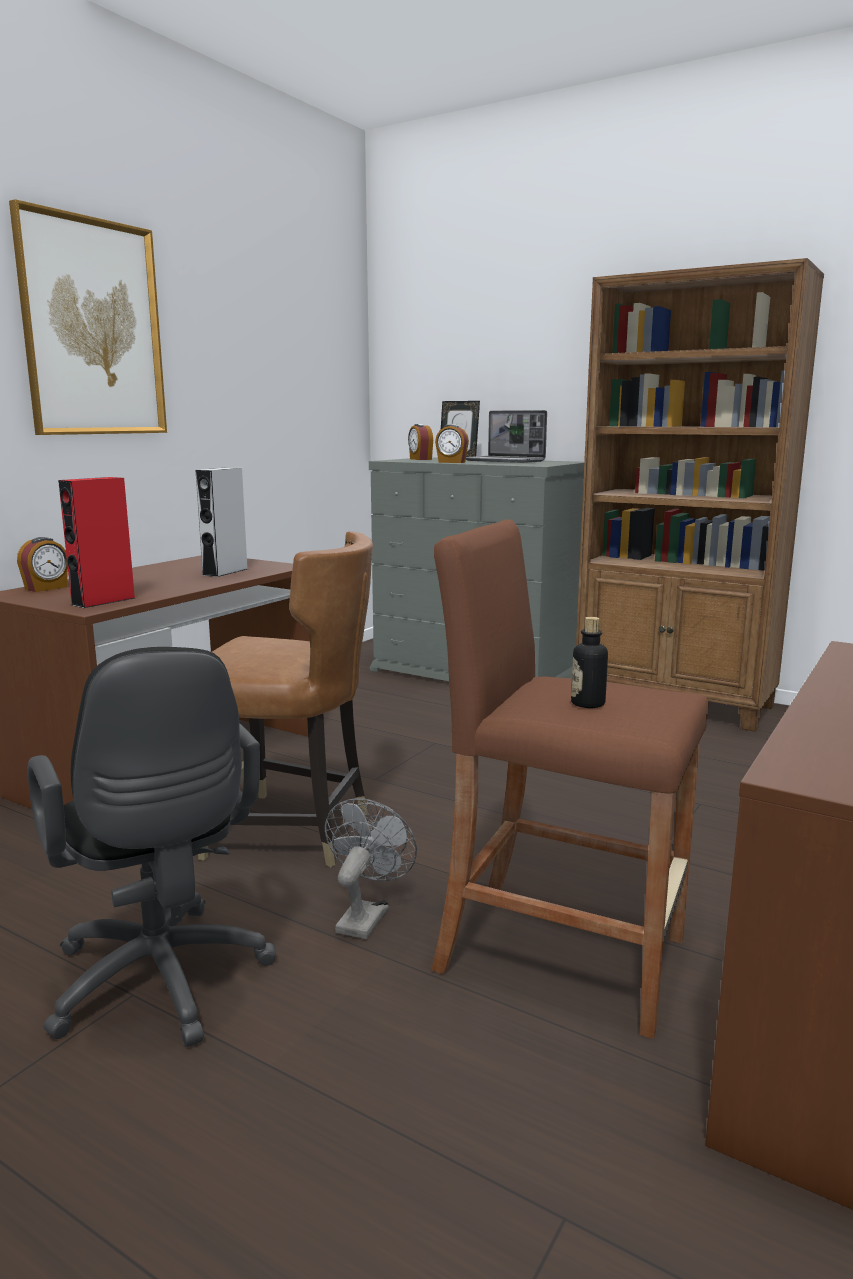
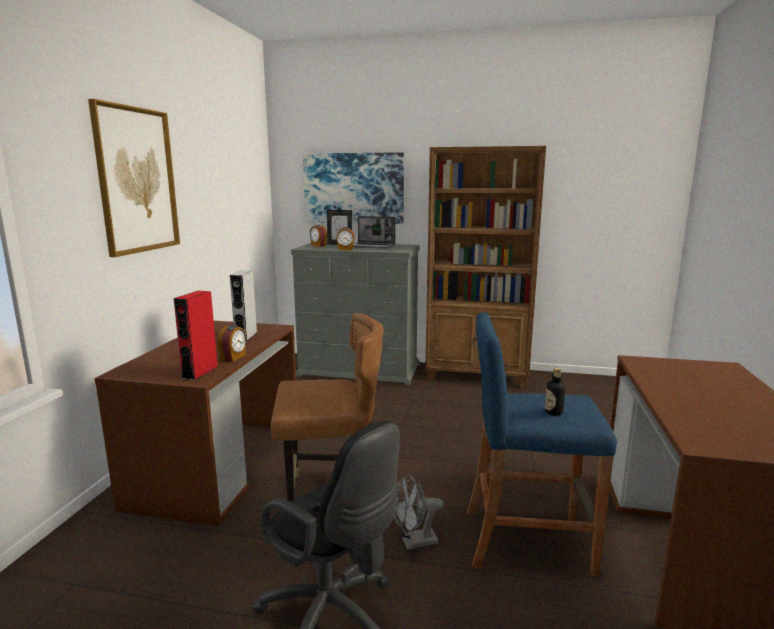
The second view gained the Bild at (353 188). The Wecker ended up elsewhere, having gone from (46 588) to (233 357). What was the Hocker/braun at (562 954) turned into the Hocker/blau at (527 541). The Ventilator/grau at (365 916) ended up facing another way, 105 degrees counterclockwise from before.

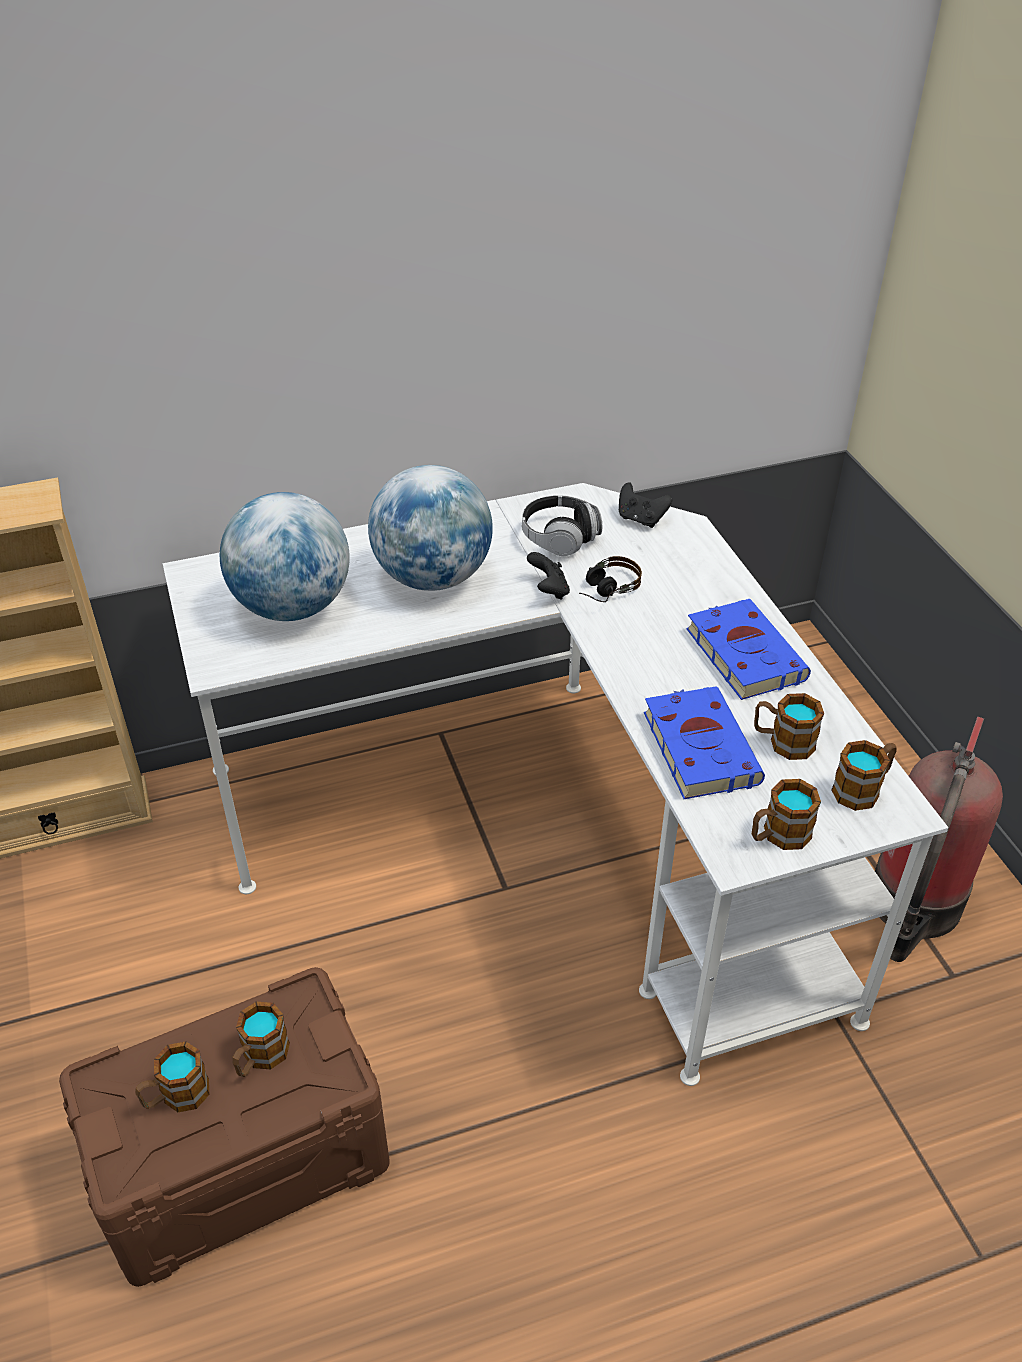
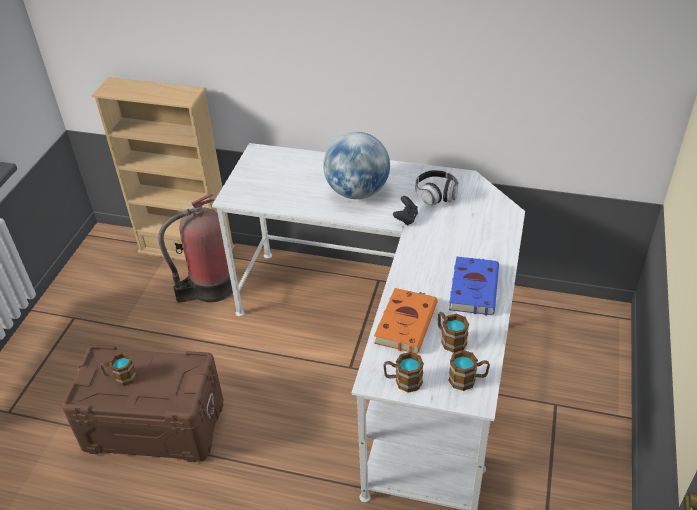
The second view lost the Globus at (292 607). The second view lost the Henkelbecher at (260 1057). The second view lost the Kopfhörer at (604 591). The second view lost the Gamepad/schwarz at (641 519). The Feuerlöscher ended up elsewhere, having gone from (913 907) to (210 288). What was the Buch/blau at (698 745) turned into the Buch/orange at (406 322).

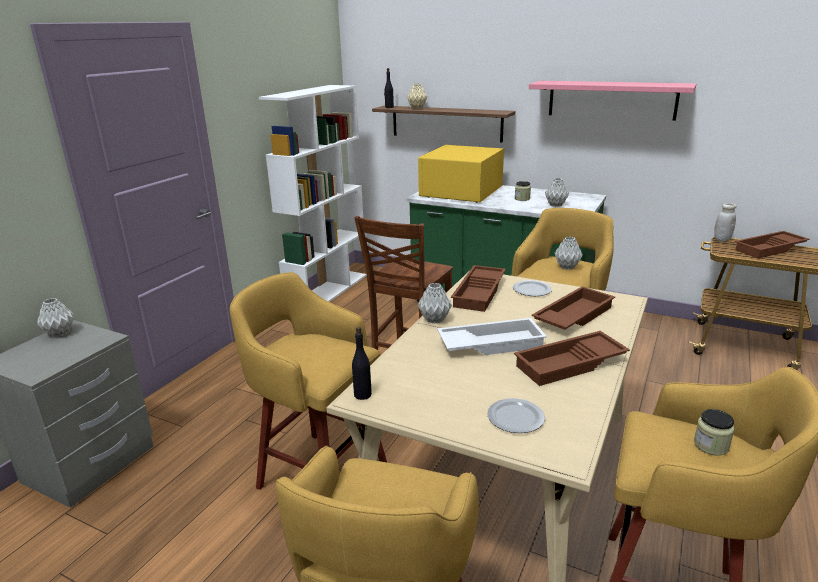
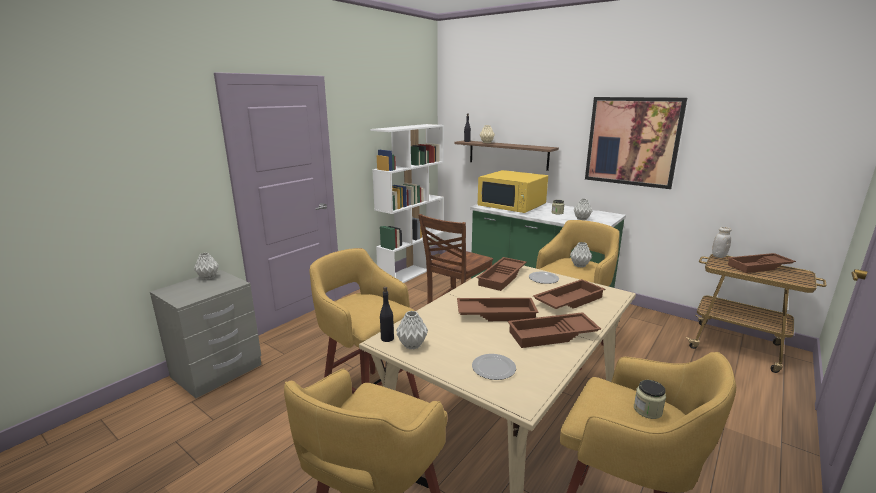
The Vase/grau ended up elsewhere, having gone from (435 319) to (413 345). Where the Wandregal/rosa hung at (611 99), the Bild came to hang at (632 141). What was the Tablett/weiß at (491 343) turned into the Tablett/braun at (496 313). The Mikrowelle/gelb at (461 192) ended up facing another way, 90 degrees counterclockwise from before.

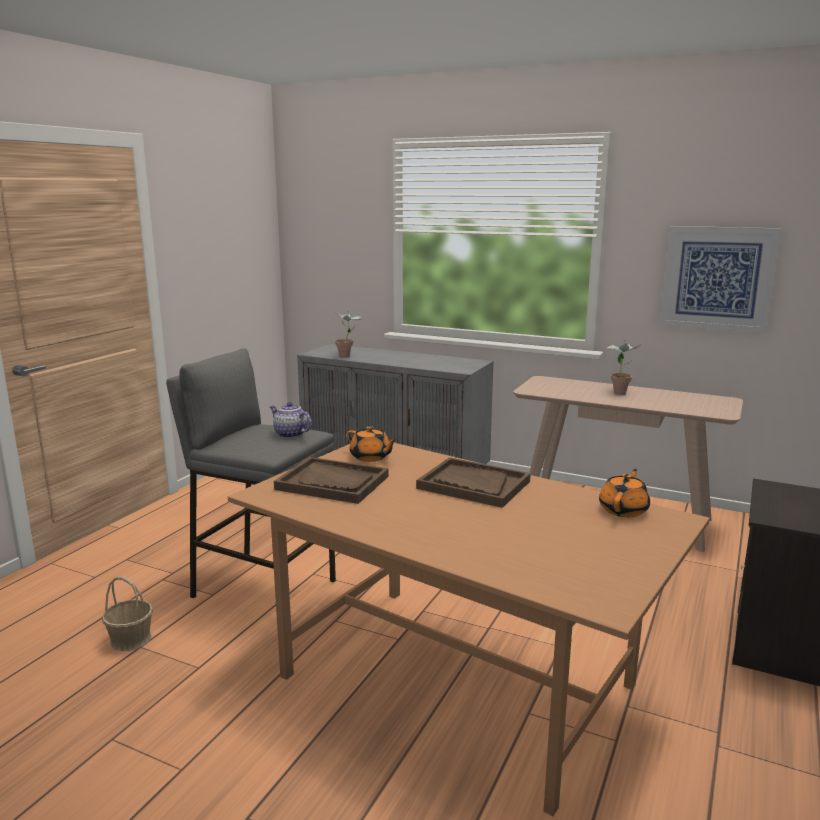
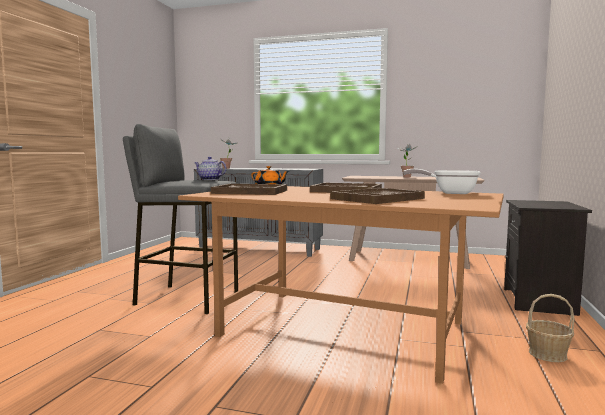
The second view lost the Bild at (717 278). The second view gained the Tablett/braun at (377 198). The Korb ended up elsewhere, having gone from (130 639) to (547 354). Where the Teekanne/orange stood at (624 510), the Pfanne came to stand at (449 193).

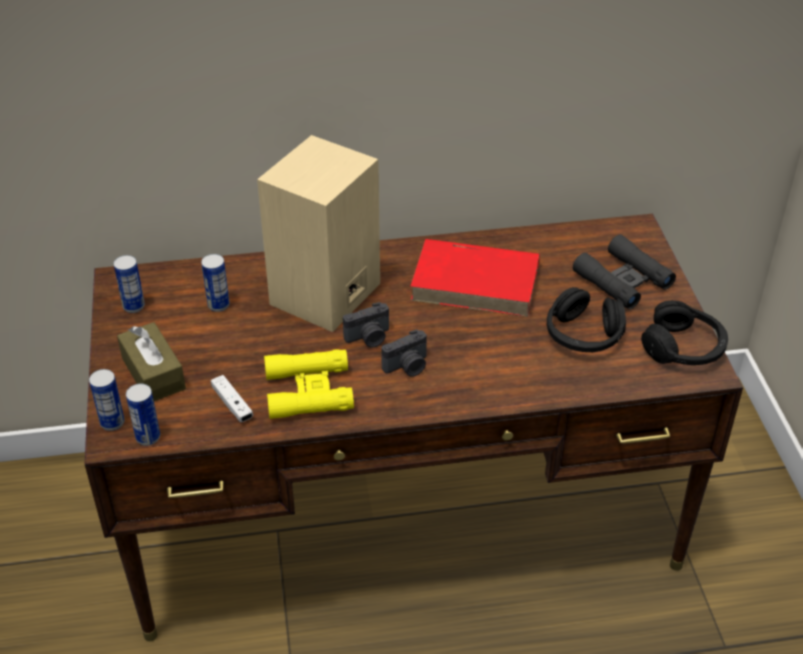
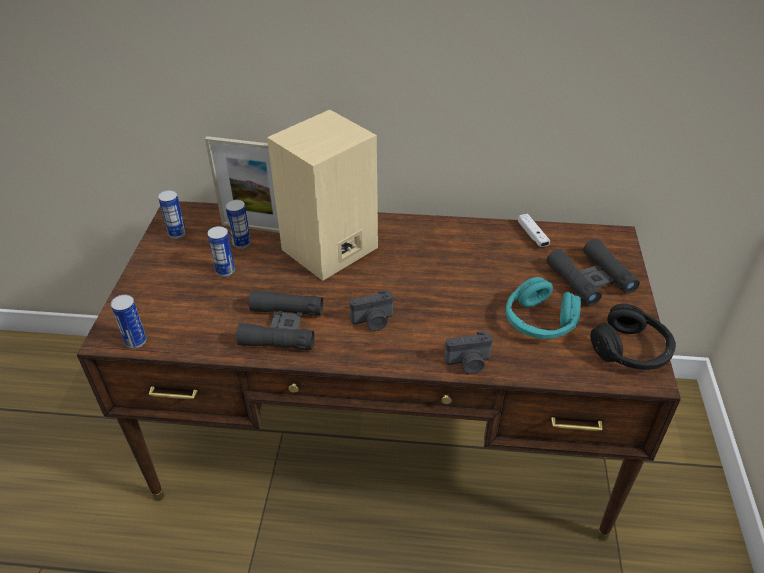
The second view lost the Taschentuchbox/braun at (153 373). The second view lost the Buch/rot at (477 282). The second view gained the Bilderrahmen at (256 228). The Dose ended up elsewhere, having gone from (112 422) to (225 271). The Gamepad/weiß ended up elsewhere, having gone from (232 404) to (532 235). The Kamera ended up elsewhere, having gone from (369 338) to (469 363). What was the Fernglas/gelb at (309 391) turned into the Fernglas/schwarz at (282 327). What was the Kopfhörer/schwarz at (583 335) turned into the Kopfhörer/türkis at (539 321).

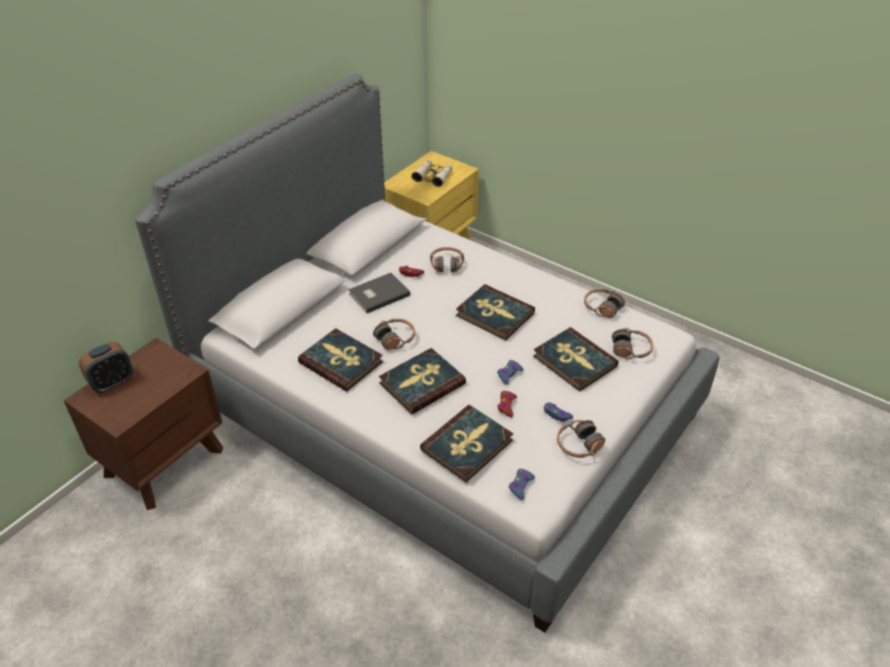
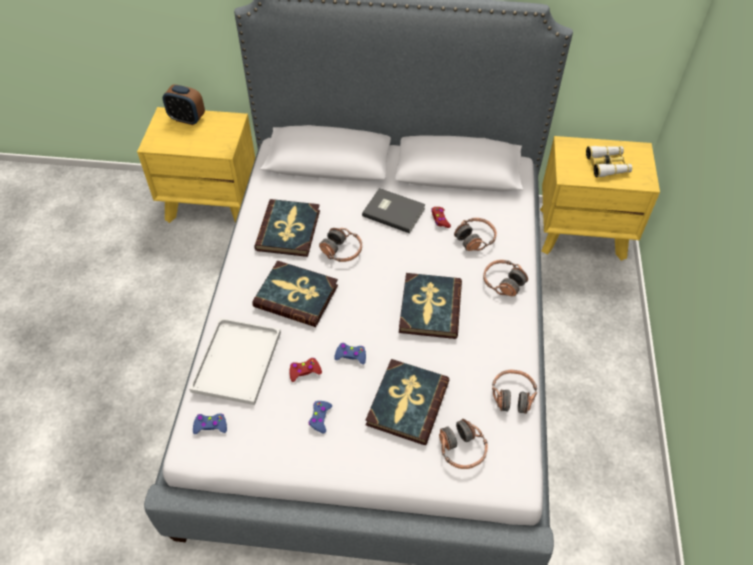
The Kopfhörer ended up elsewhere, having gone from (578 445) to (503 282). Where the Buch stood at (467 445), the Tablett/weiß came to stand at (237 363). What was the Nachttisch/braun at (164 461) turned into the Nachttisch/gelb at (212 203).

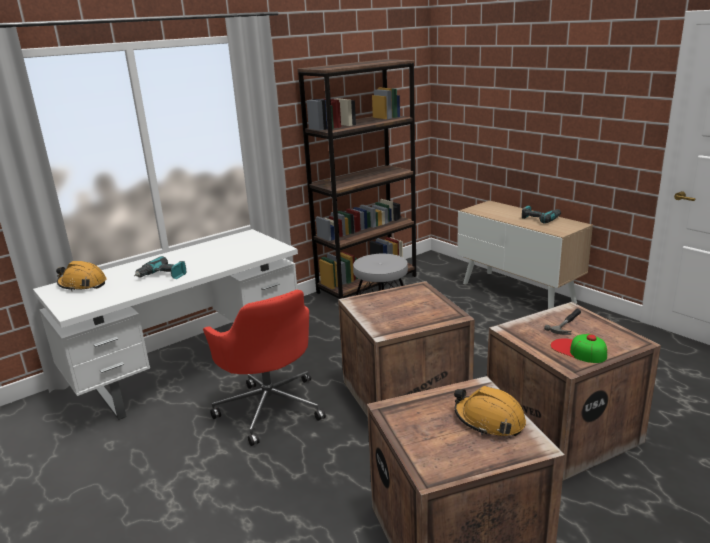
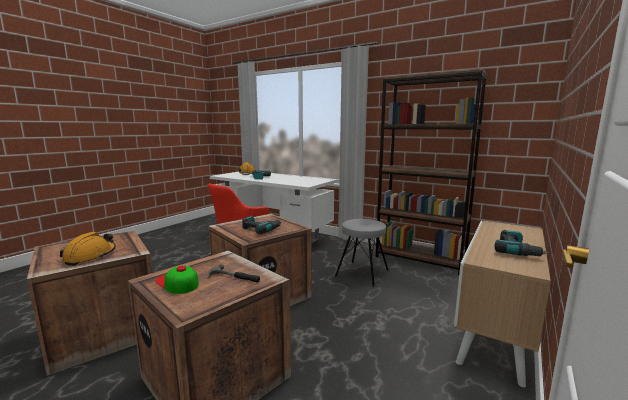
The second view gained the Bohrmaschine at (261 229). The Kappe at (578 350) ended up facing another way, 75 degrees counterclockwise from before.

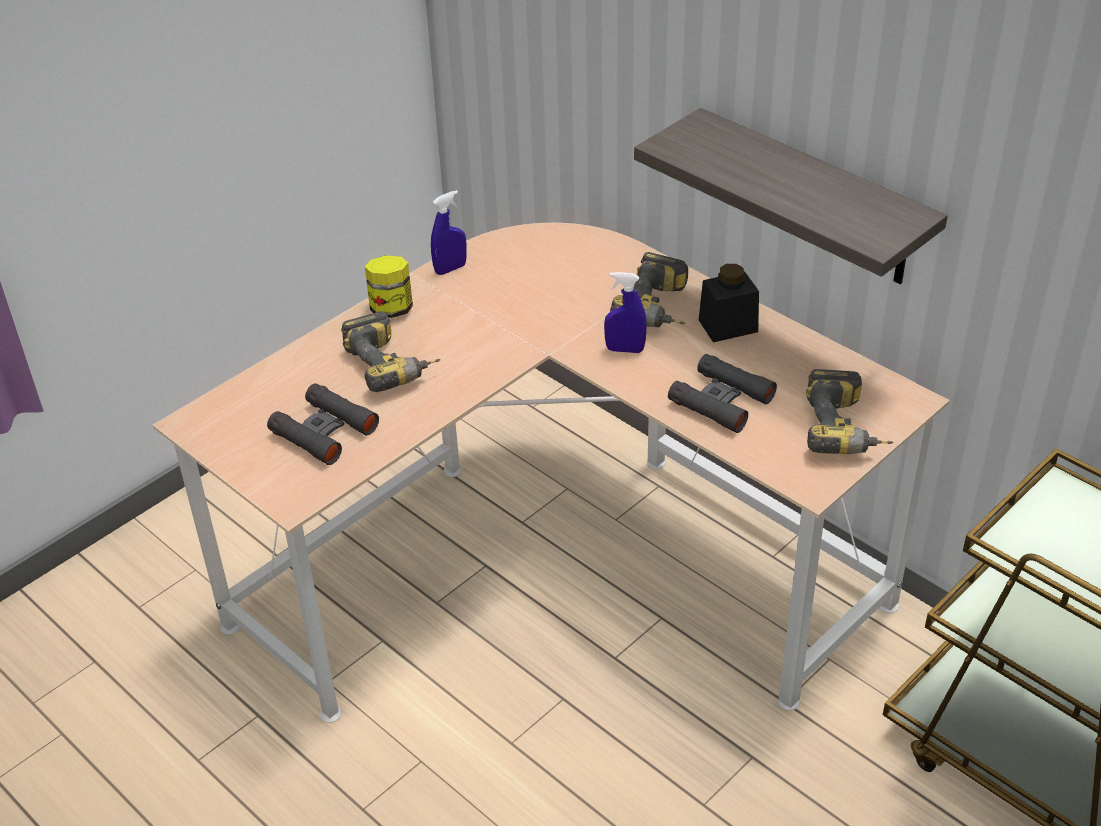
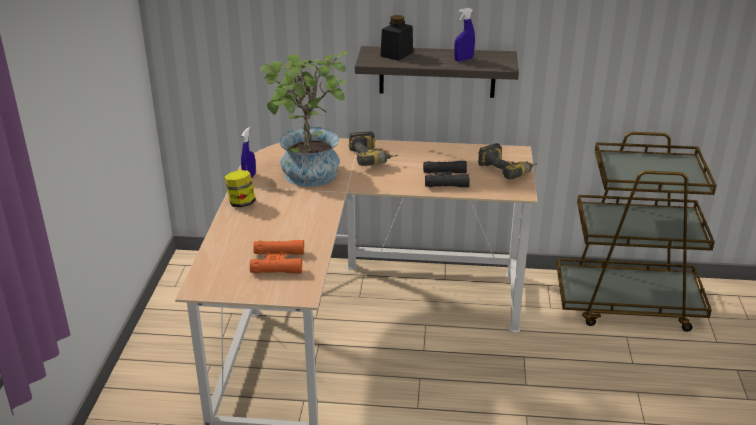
The second view lost the Bohrmaschine at (393 365). The second view gained the Topfpflanze at (308 177). The Sprühflasche/blau ended up elsewhere, having gone from (625 350) to (463 60). The Vorratsglas/schwarz ended up elsewhere, having gone from (728 326) to (396 54). What was the Fernglas/schwarz at (324 431) turned into the Fernglas/orange at (278 262).

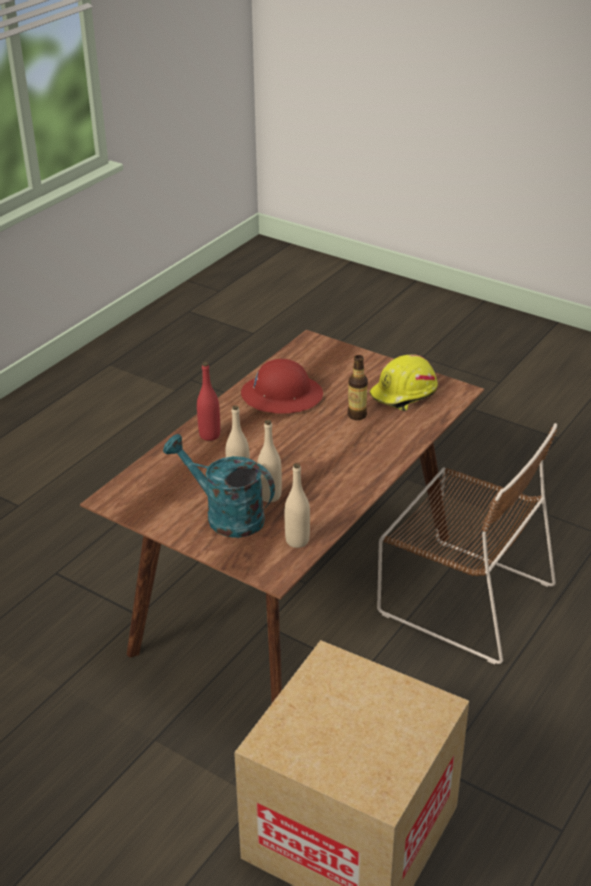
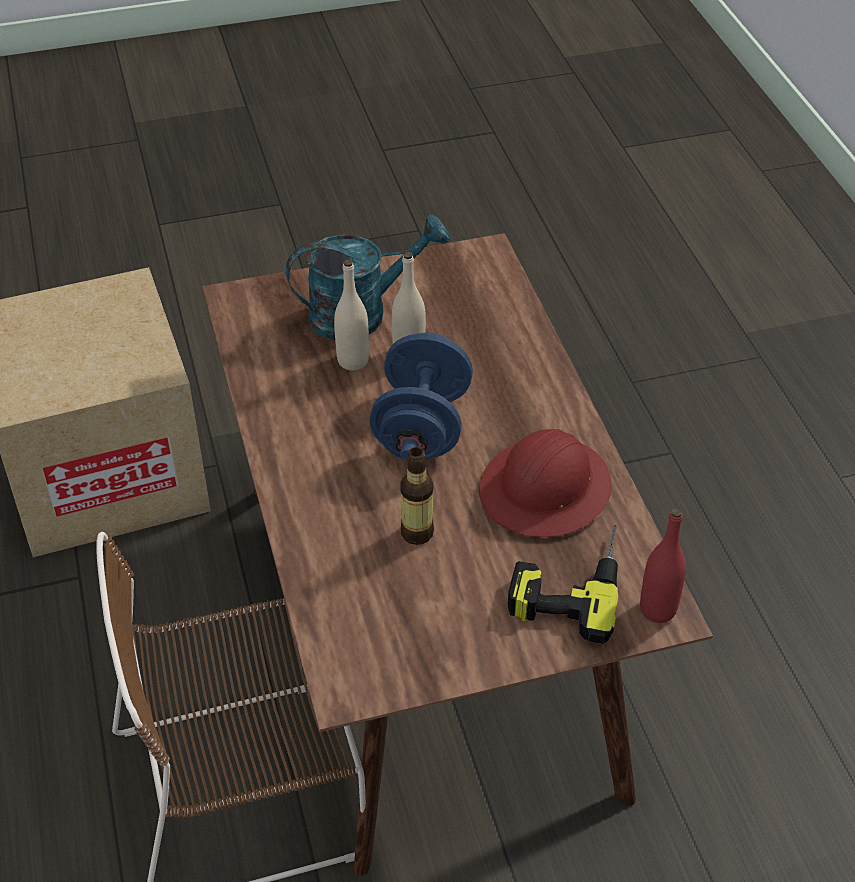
The second view lost the Flasche/beige at (297 541). The second view lost the Schutzhelm/gelb at (404 394). The second view gained the Hantel/blau at (422 427). The second view gained the Bohrmaschine at (567 582). The Flasche/rot ended up elsewhere, having gone from (209 435) to (657 609).

